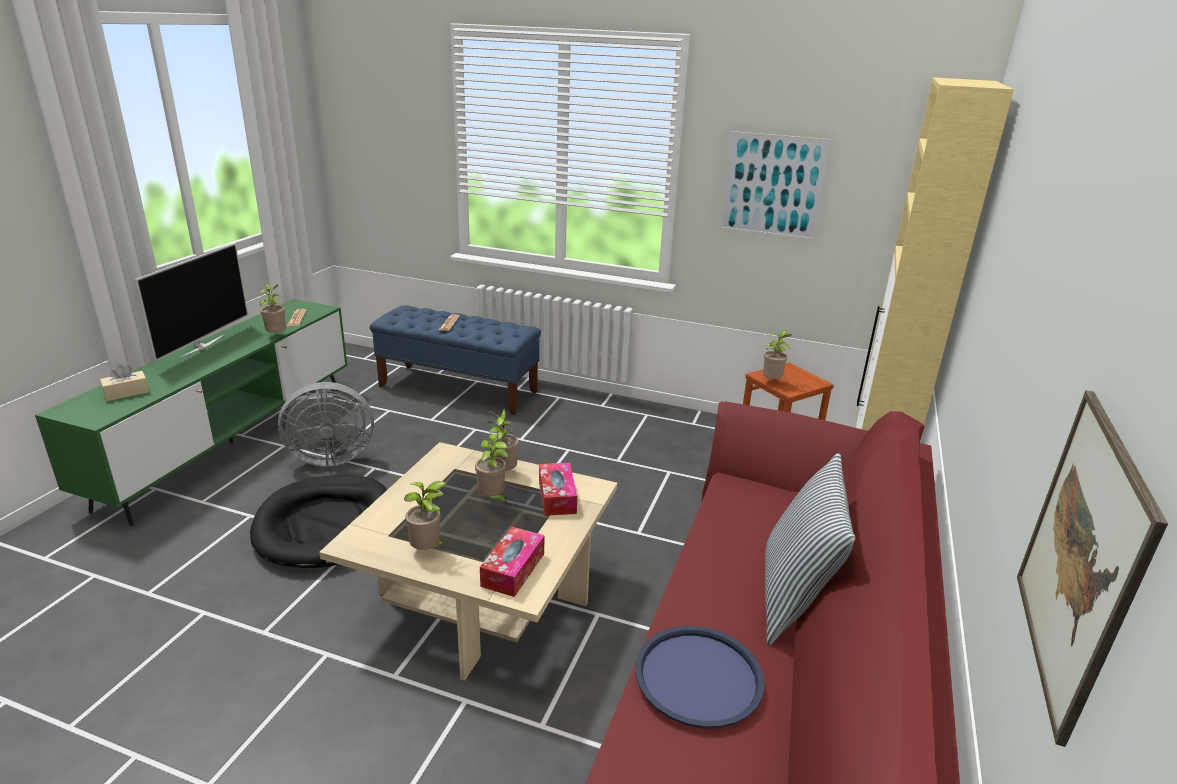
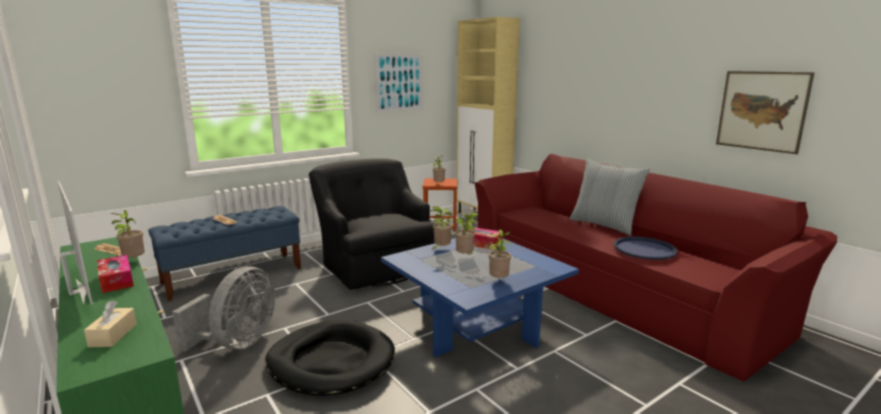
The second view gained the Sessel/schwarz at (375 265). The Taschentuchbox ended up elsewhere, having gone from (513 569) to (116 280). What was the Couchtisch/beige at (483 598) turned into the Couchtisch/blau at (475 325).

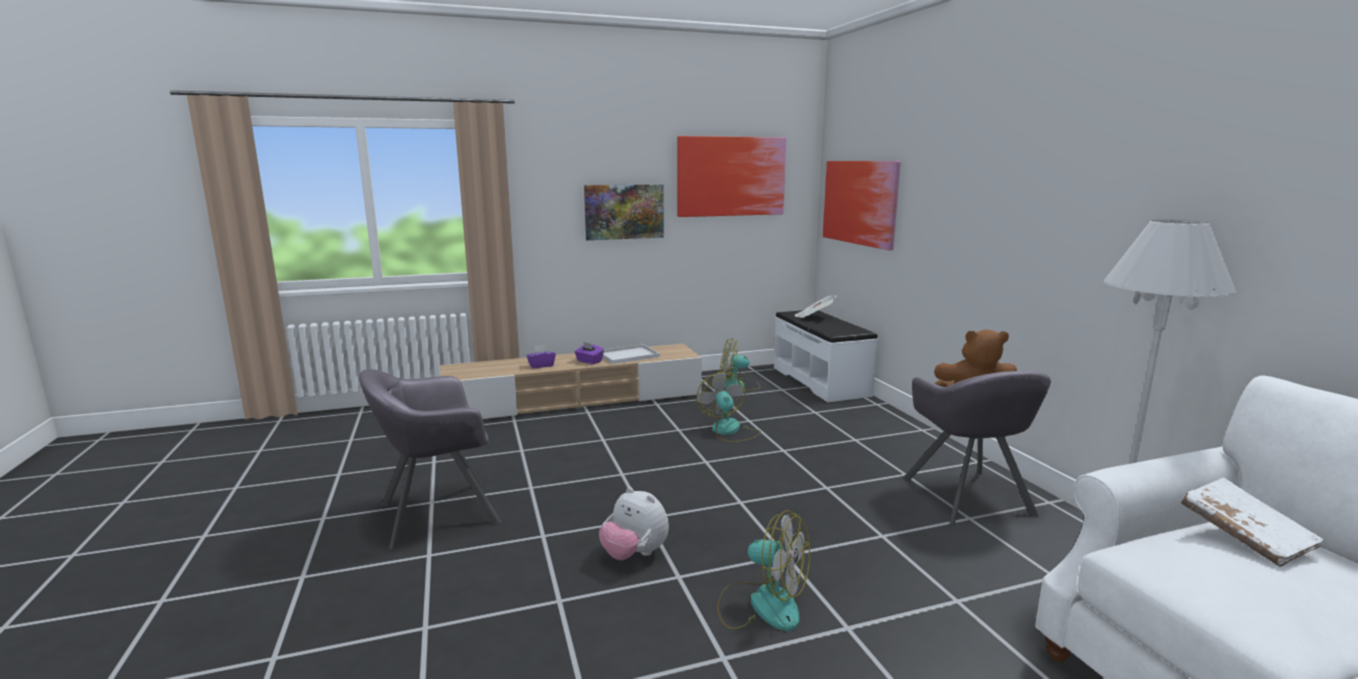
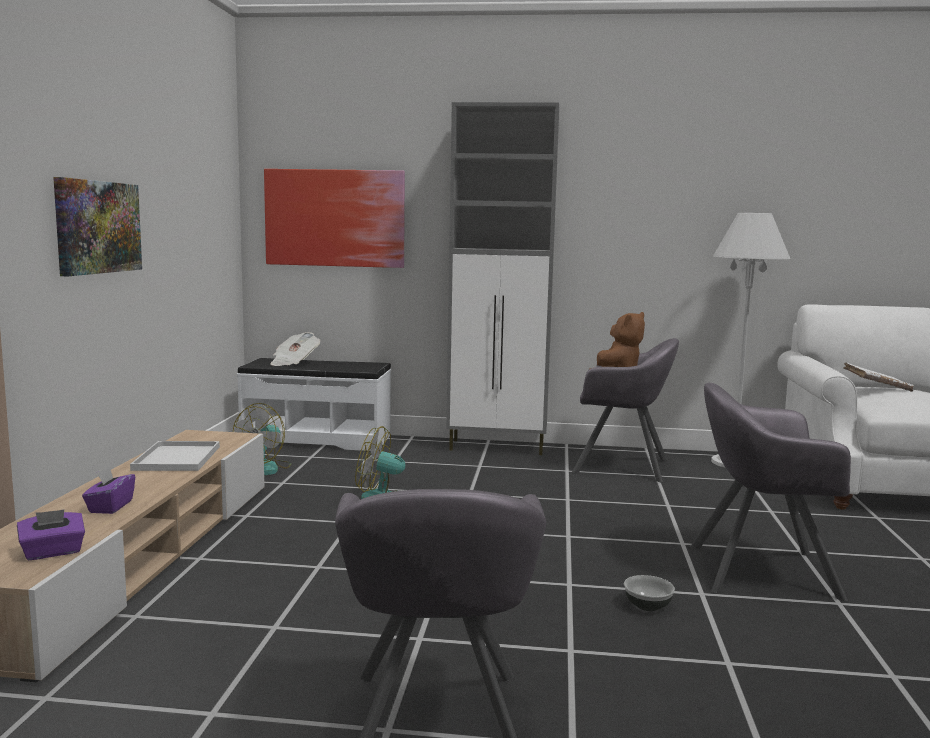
The second view lost the Bild at (731 176). The second view gained the Schrank/grau at (498 447). The Taschentuchbox/lila ended up elsewhere, having gone from (589 361) to (53 552). Where the Plüschtier stood at (634 554), the Schüssel came to stand at (647 605). Where the Ventilator stood at (762 604), the Sessel/grau came to stand at (761 570).

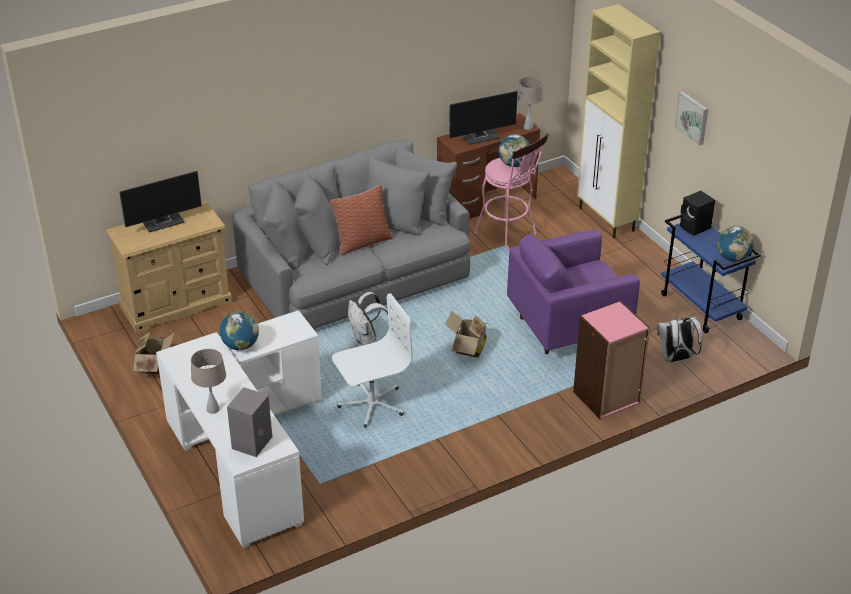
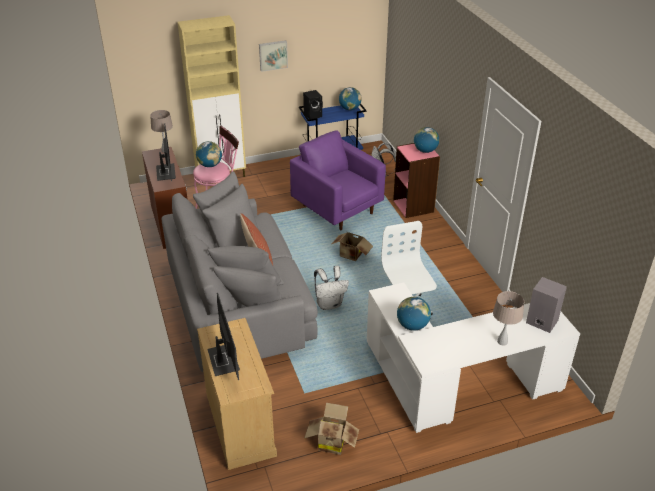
The second view gained the Globus at (425 151). The Sessel/lila at (569 326) ended up facing another way, 150 degrees clockwise from before.

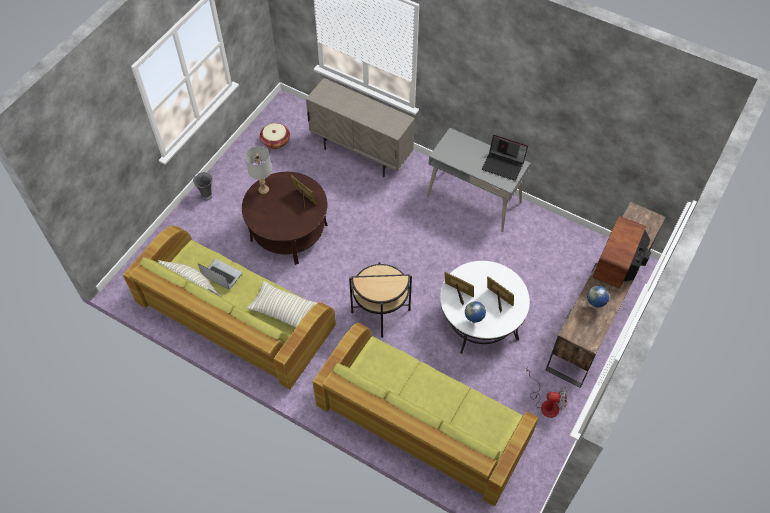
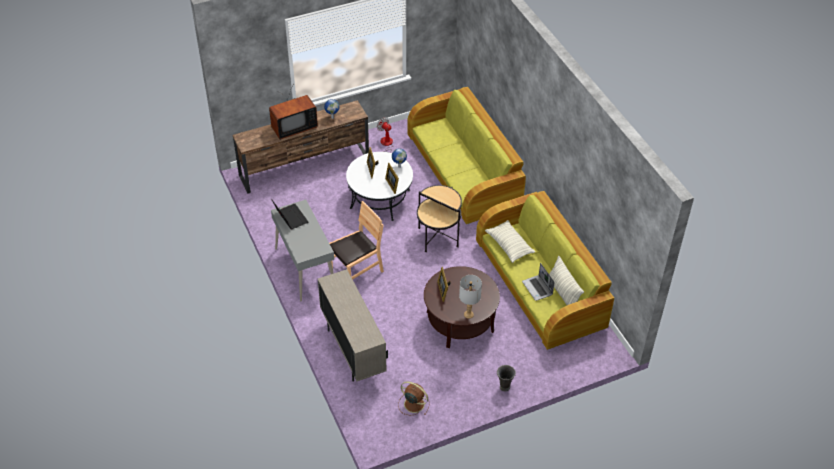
The second view gained the Stuhl/braun at (356 271). Where the Korb stood at (275 141), the Ventilator/braun came to stand at (413 403).

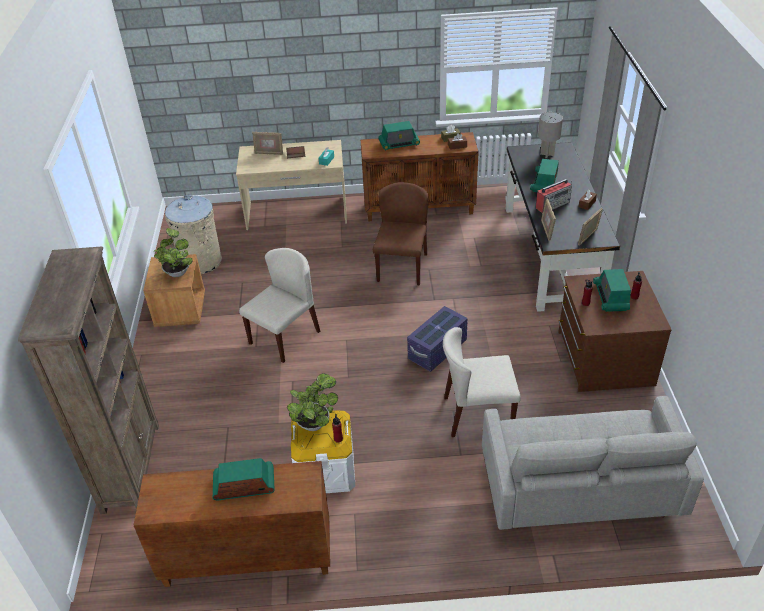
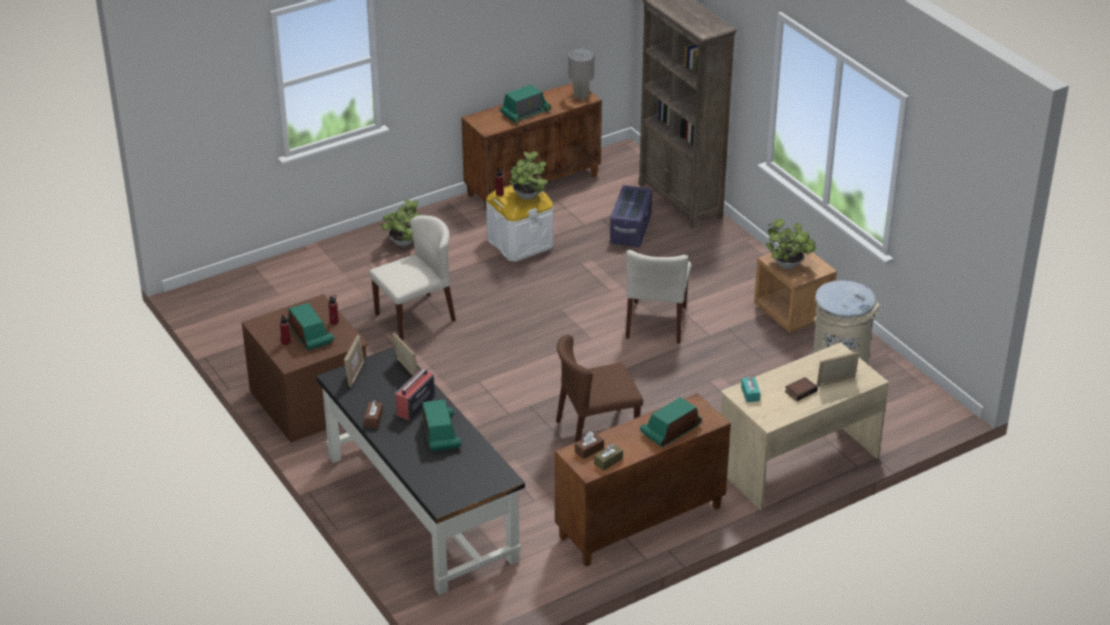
The second view lost the Sofa/grau at (578 490). The second view gained the Topfpflanze at (402 243). The Aufbewahrungsbox/lila ended up elsewhere, having gone from (437 350) to (631 230). The Tischlampe/grau ended up elsewhere, having gone from (547 154) to (581 97). The Stuhl/braun at (402 267) ended up facing another way, 90 degrees clockwise from before.

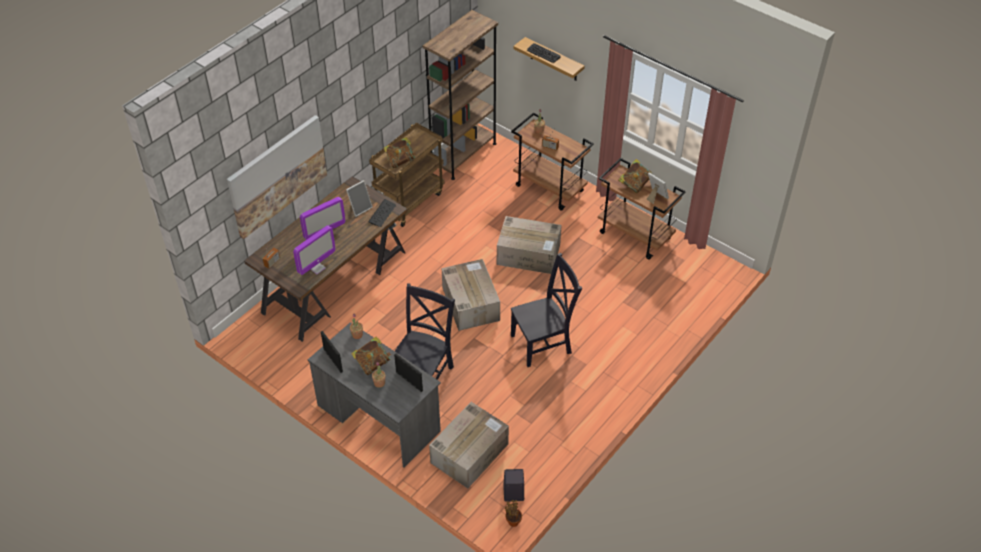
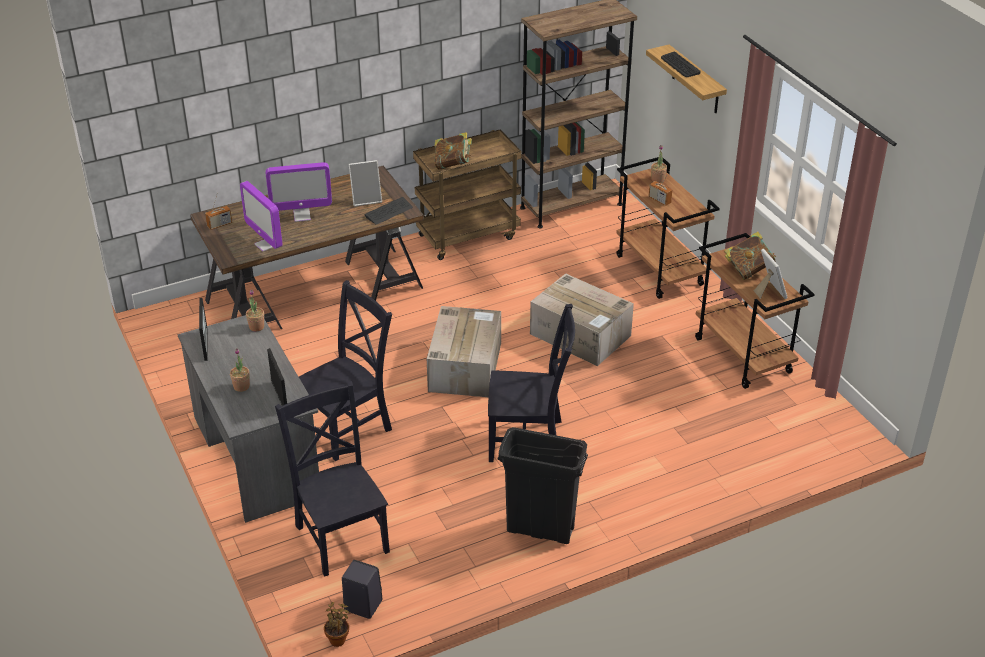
The second view lost the Bild at (277 175). The second view lost the Buch at (372 363). The second view gained the Mülleimer/schwarz at (539 530). Where the Karton stood at (470 452), the Stuhl/schwarz came to stand at (341 535). The Monitor at (316 268) ended up facing another way, 75 degrees clockwise from before.

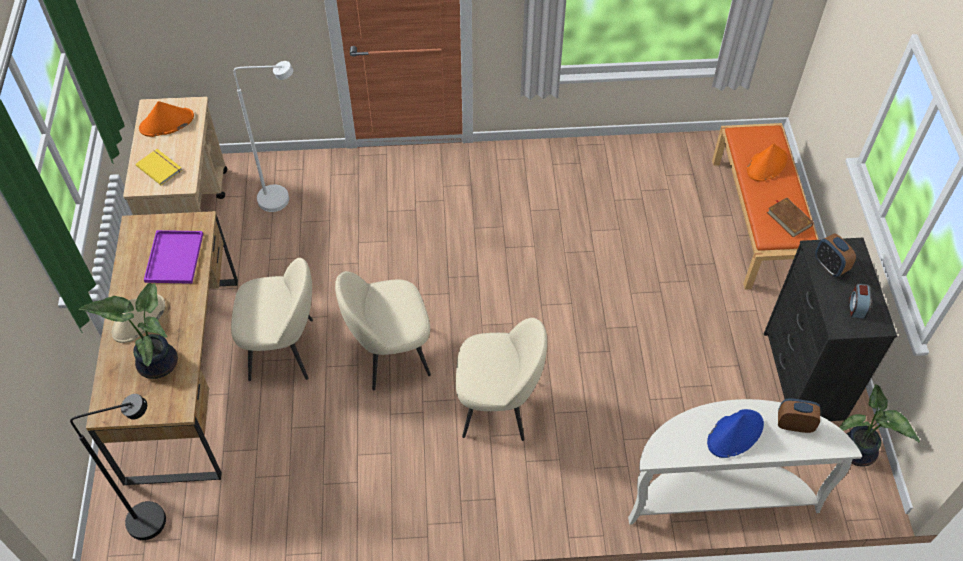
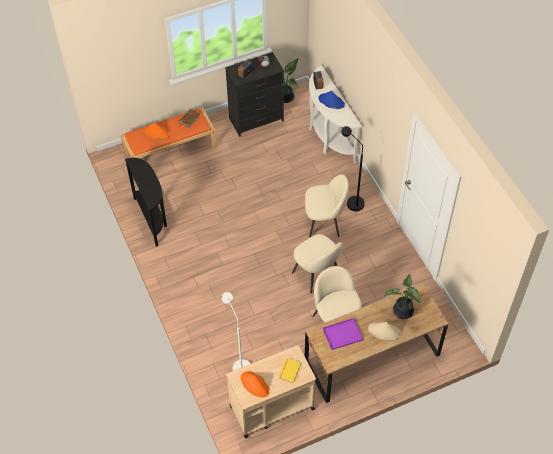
The second view gained the Konsolentisch/schwarz at (152 219). The Stehlampe/schwarz ended up elsewhere, having gone from (158 517) to (351 201). The Stuhl/beige at (498 406) ended up facing another way, 105 degrees clockwise from before.

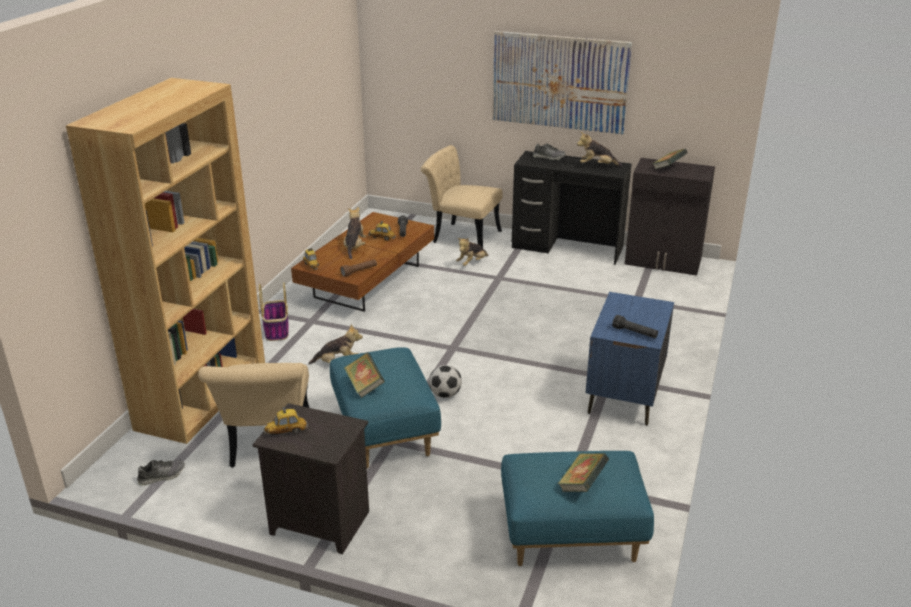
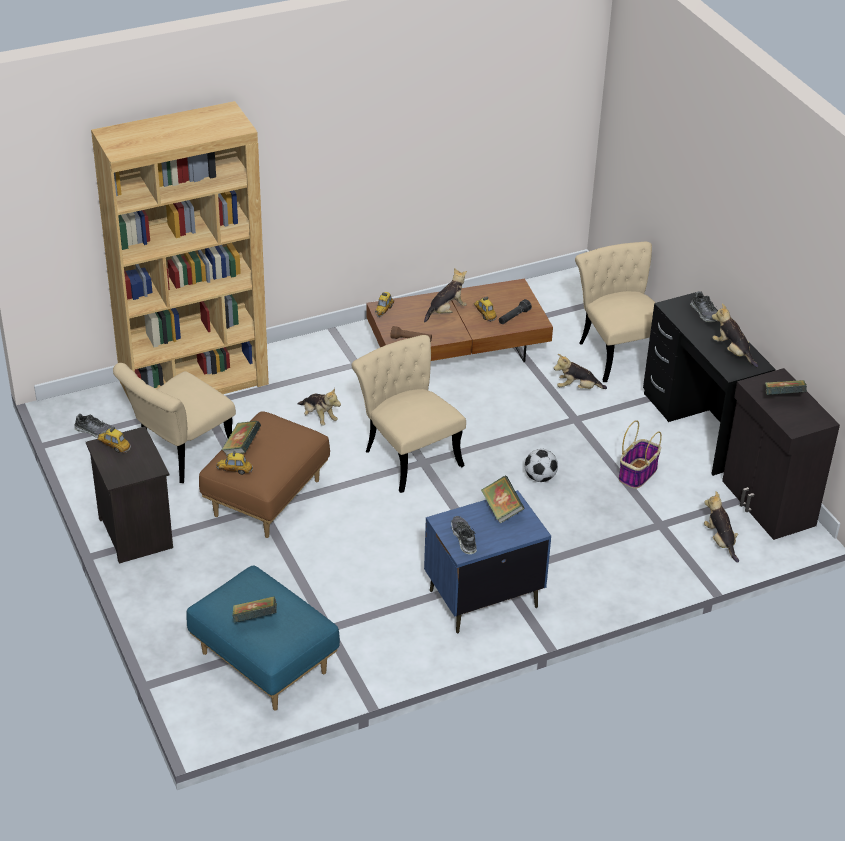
The second view lost the Bild at (559 82). The second view gained the Spielzeugauto at (234 470). The second view gained the Stuhl/beige at (407 454). The second view gained the Buch at (501 509). The second view gained the Plüschtier at (720 541). The Korb ended up elsewhere, having gone from (276 330) to (638 473). The Fußball ended up elsewhere, having gone from (445 394) to (540 477). Where the Taschenlampe/schwarz stood at (634 333), the Schuh came to stand at (463 538). What was the Polsterhocker/blau at (384 432) turned into the Polsterhocker/braun at (266 497).

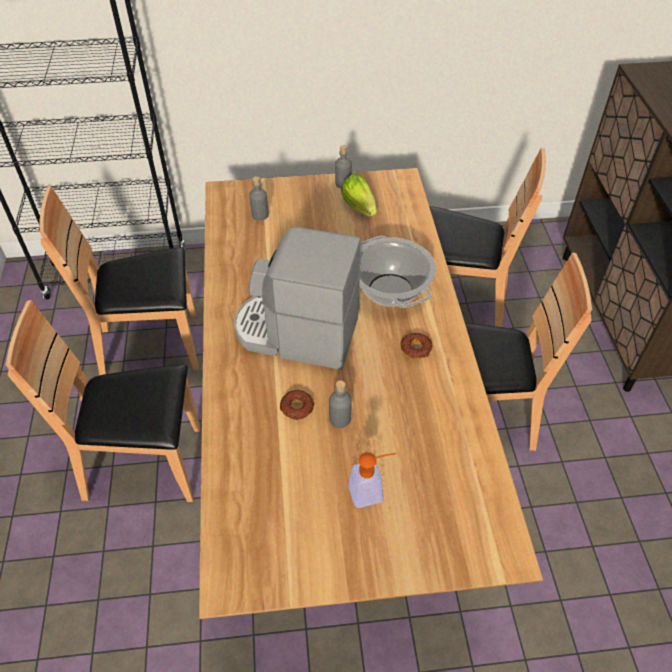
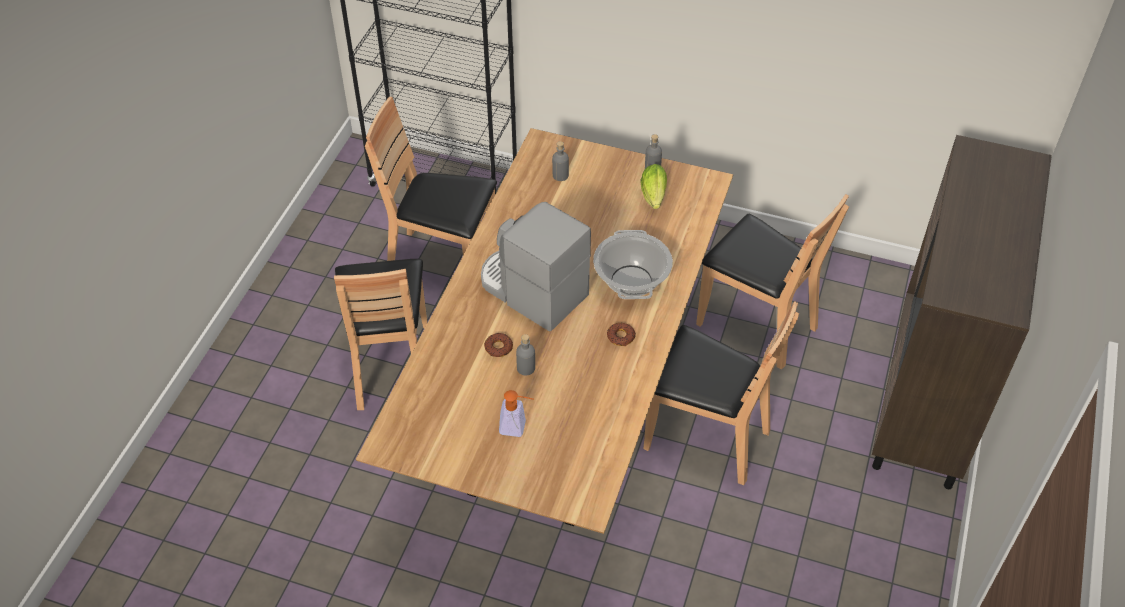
The Stuhl/braun at (145 465) ended up facing another way, 120 degrees counterclockwise from before.

